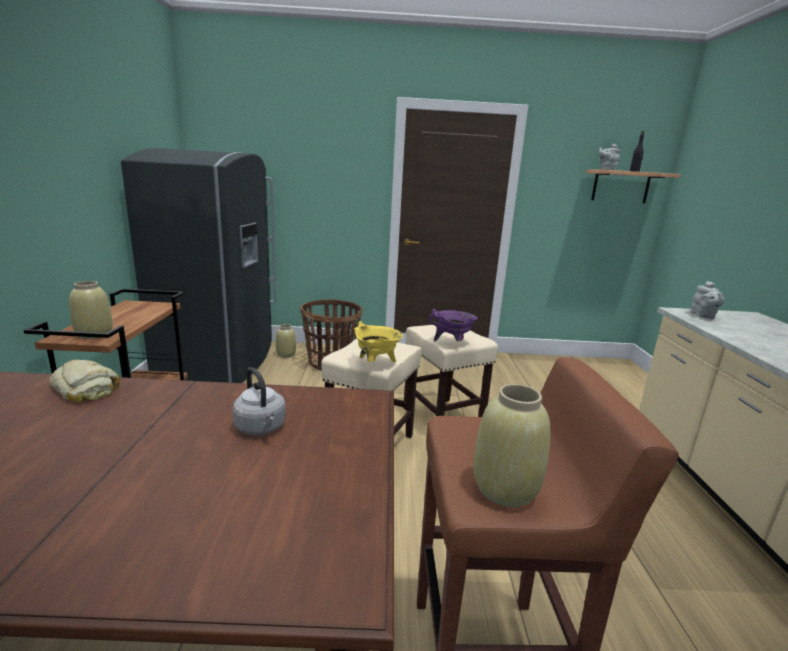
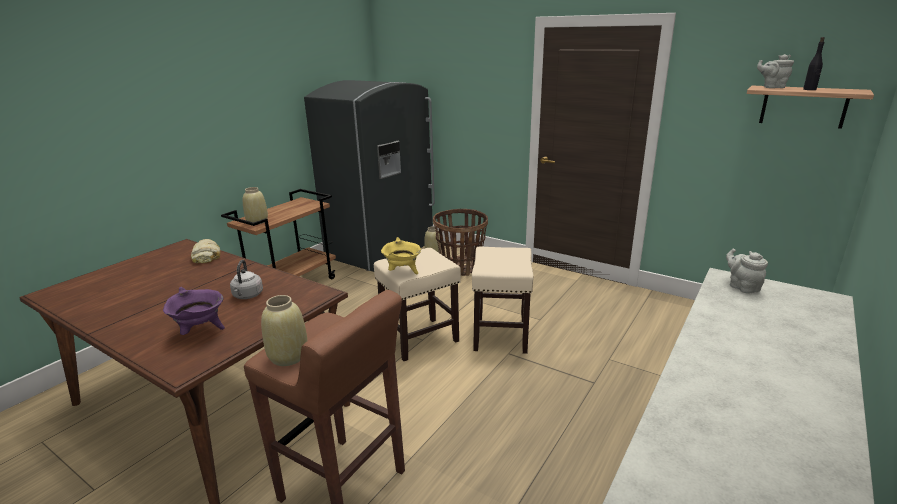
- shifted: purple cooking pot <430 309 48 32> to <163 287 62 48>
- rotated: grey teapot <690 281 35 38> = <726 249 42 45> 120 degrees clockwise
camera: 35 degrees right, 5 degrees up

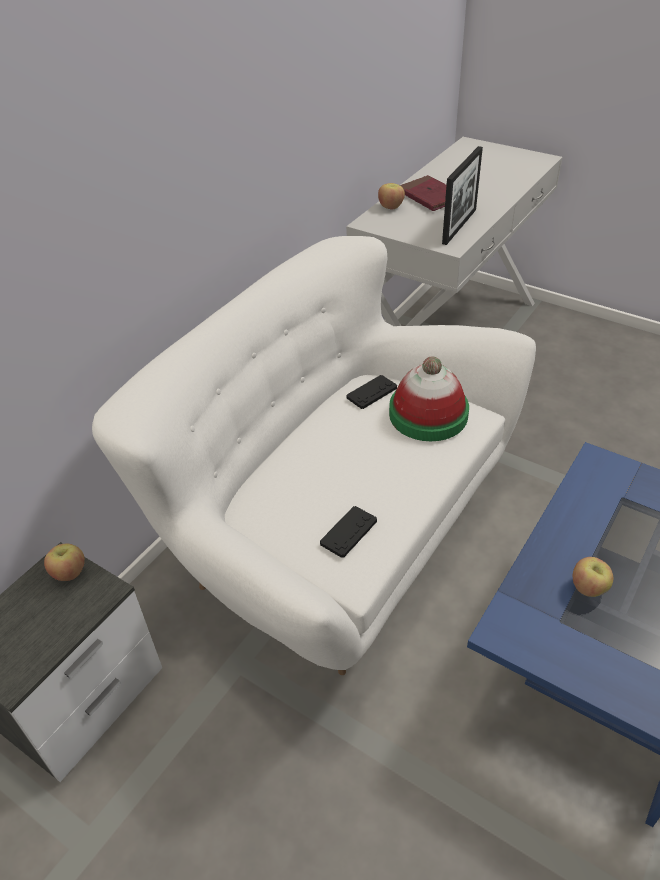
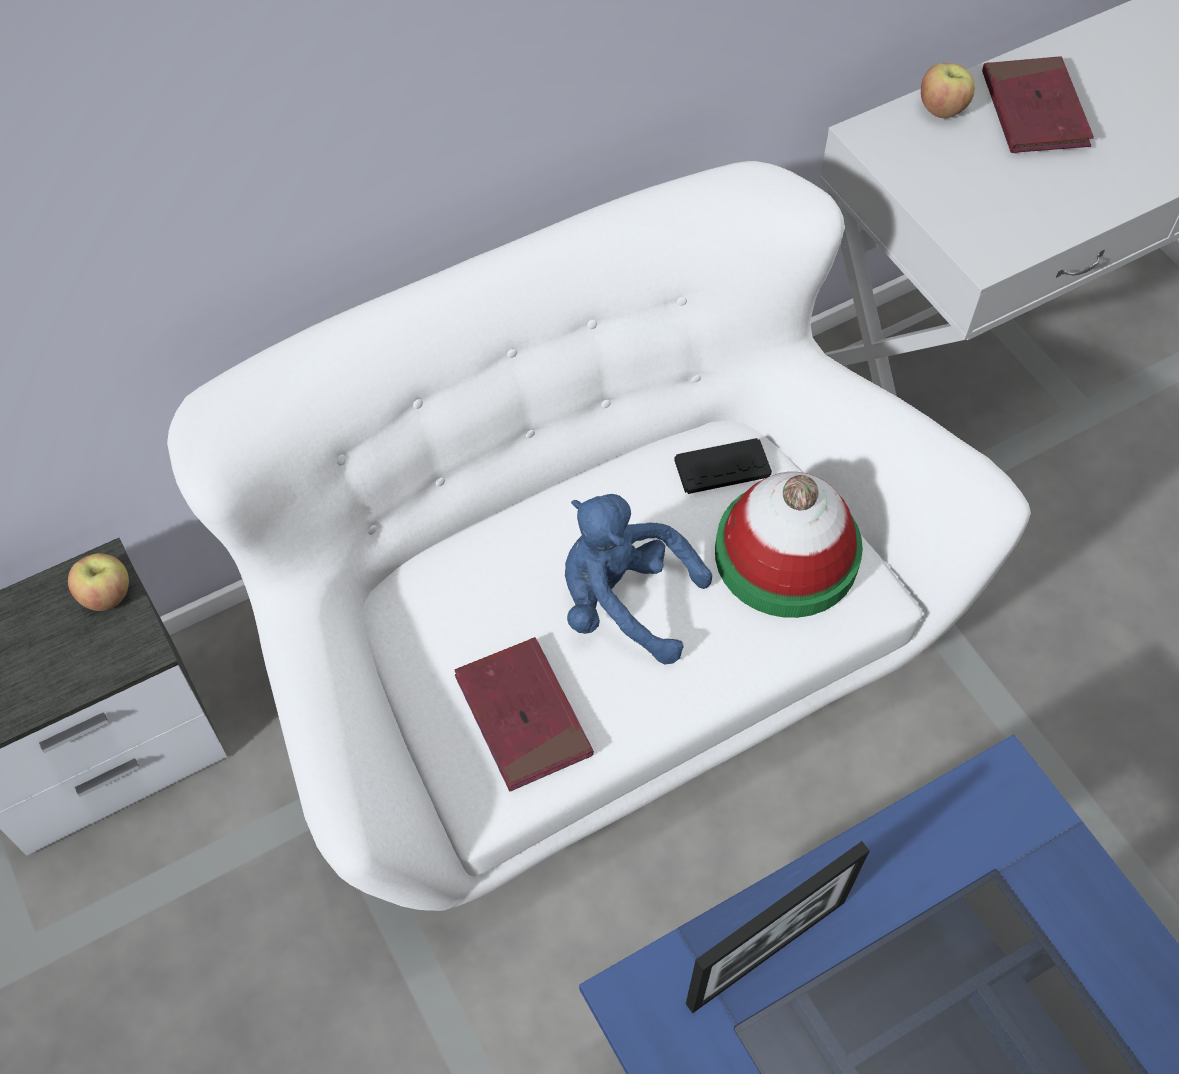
- gone: apple <573 557 40 40>
- new: blue plush toy <565 494 147 170>
- shifted: picture frame <442 146 41 99> to <686 841 184 172>
- swapped: black game controller <320 506 57 52> to red book <455 637 139 155>
camera: 25 degrees right, 15 degrees up

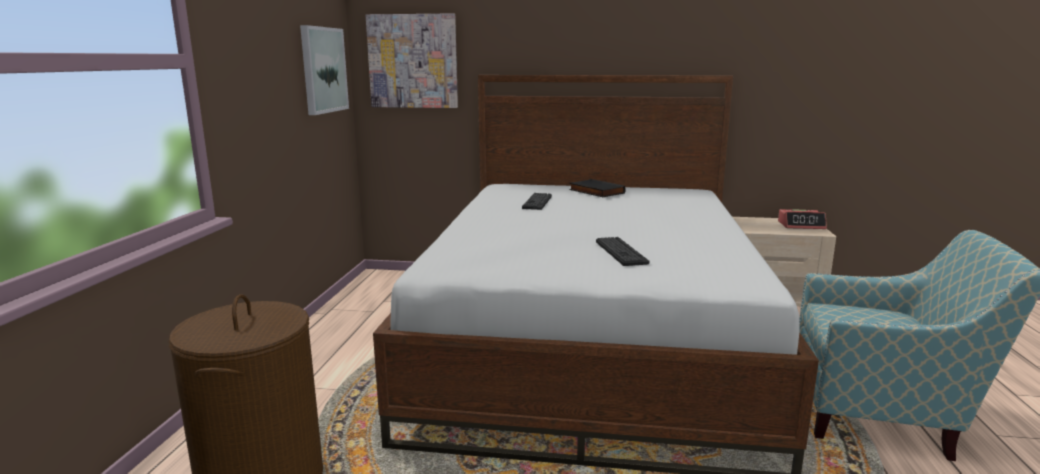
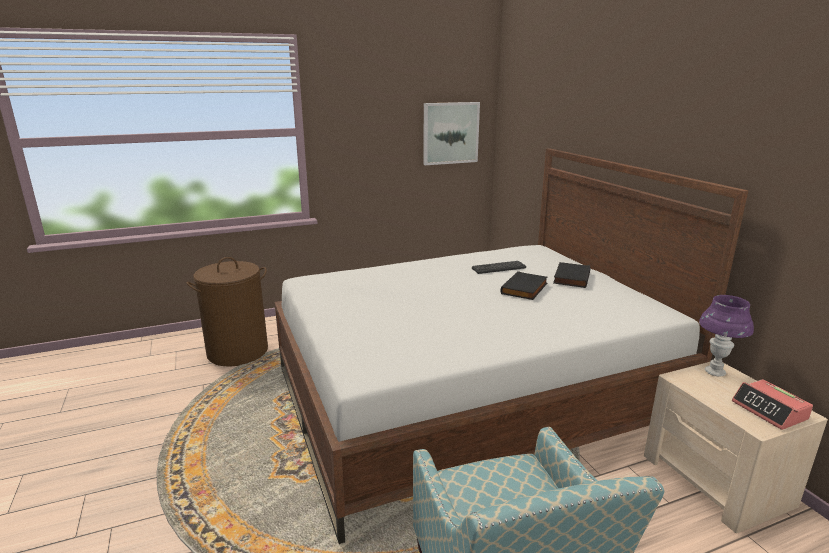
- gone: picture <366 13 92 95>
- gone: keyboard <596 237 53 29>
- new: black book <500 271 48 29>
- new: purple table lamp <699 295 55 82>
camera: 60 degrees right, 5 degrees up

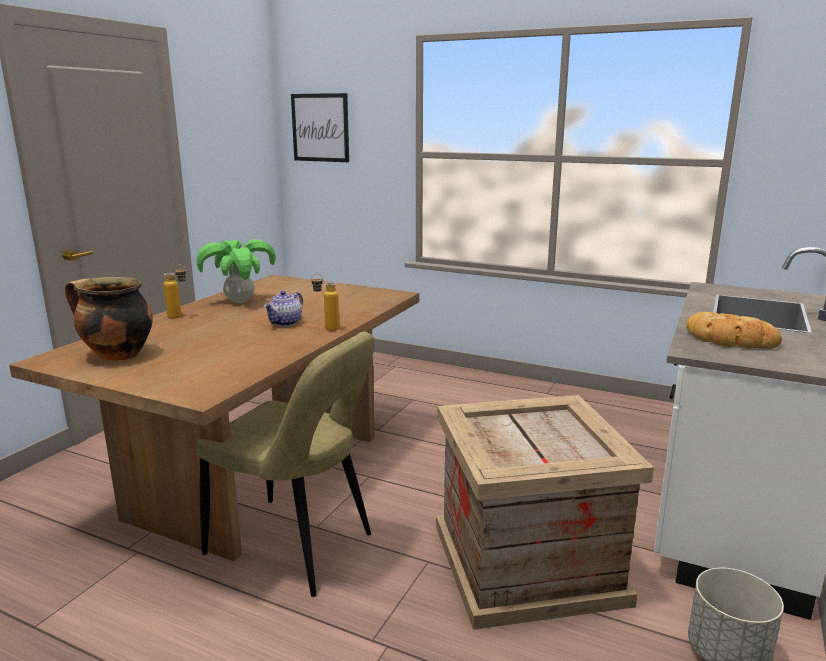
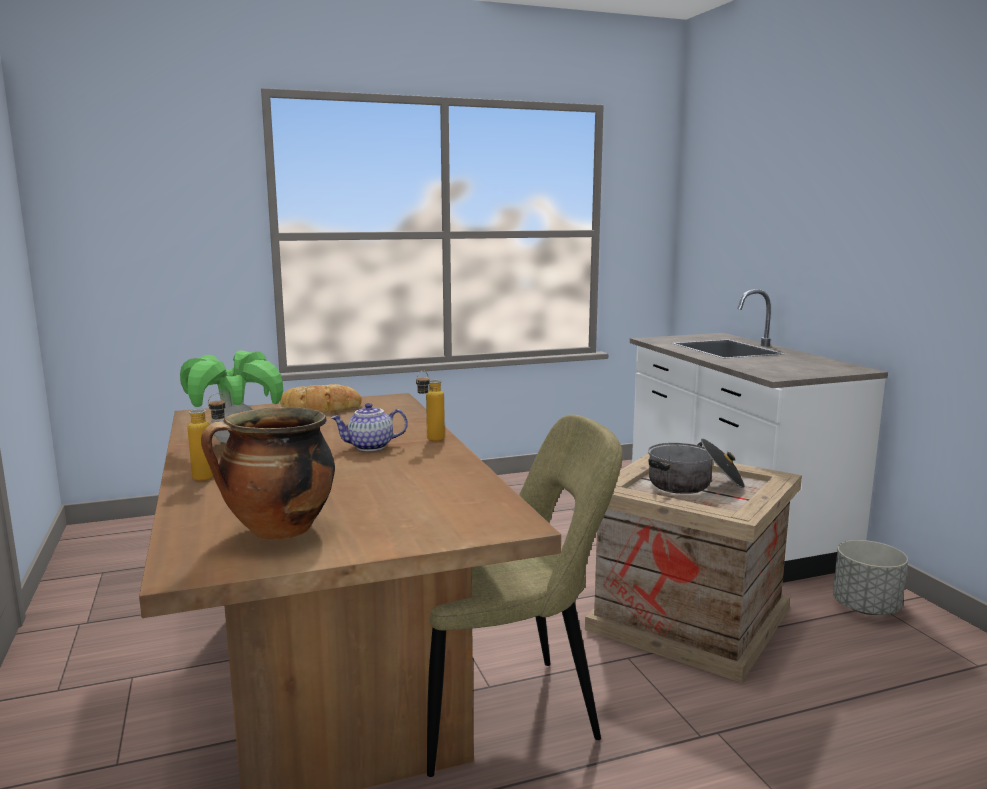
- gone: picture <291 93 58 69>
- new: cooking pot <648 438 97 56>
- shifted: bread <686 312 96 36> to <280 384 82 29>
- rotated: teapot <264 291 39 36> = <330 403 78 48> 90 degrees clockwise
camera: 45 degrees left, 5 degrees down

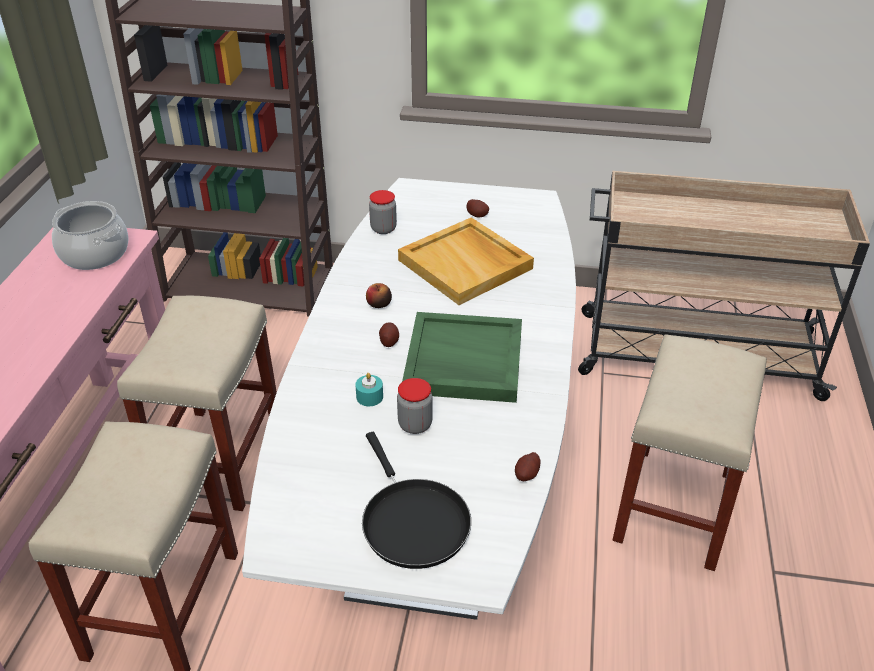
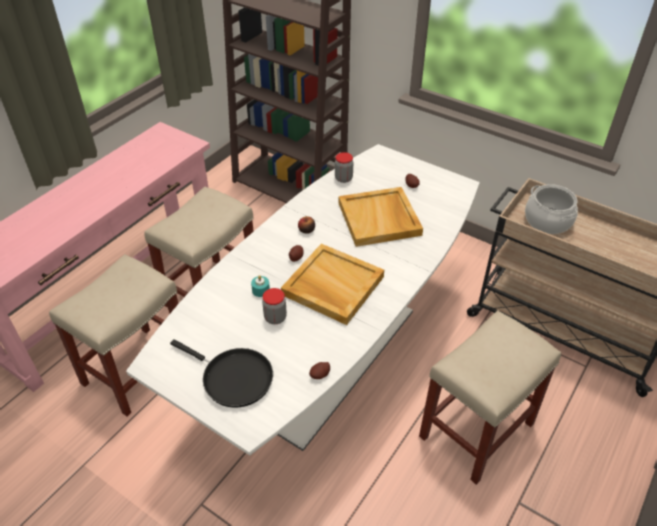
- shifted: cooking pot <52 201 77 69> to <525 184 53 50>
- repainted: green tray <402 312 120 91> to beige tray <281 244 103 81>
- rotated: black frying pan <362 432 109 137> = <170 339 103 69> 60 degrees counterclockwise
camera: 25 degrees right, 5 degrees up

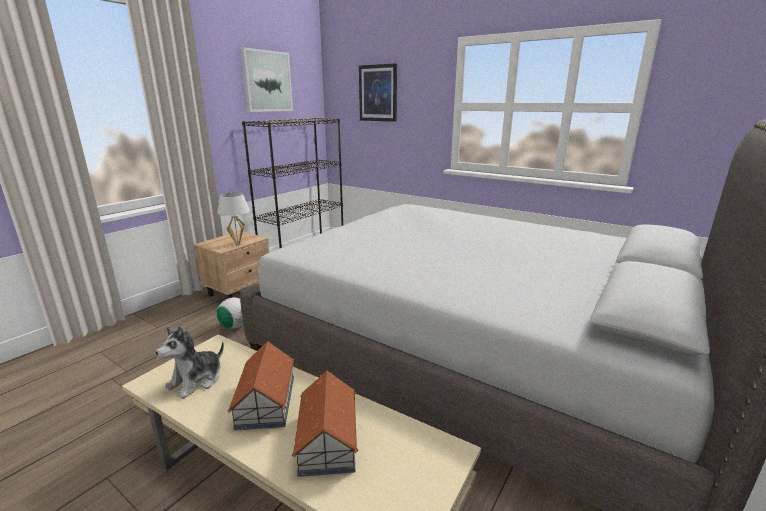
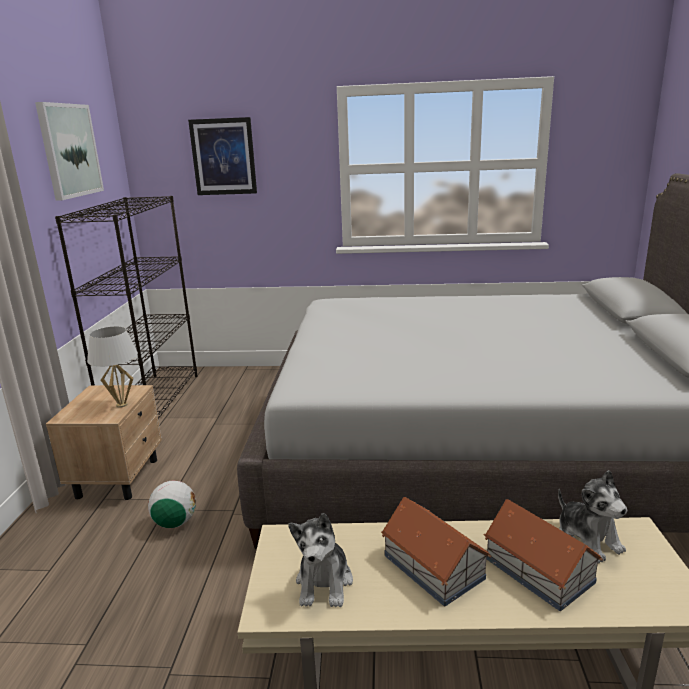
- new: plush toy <558 470 70 94>
camera: 30 degrees left, 0 degrees up

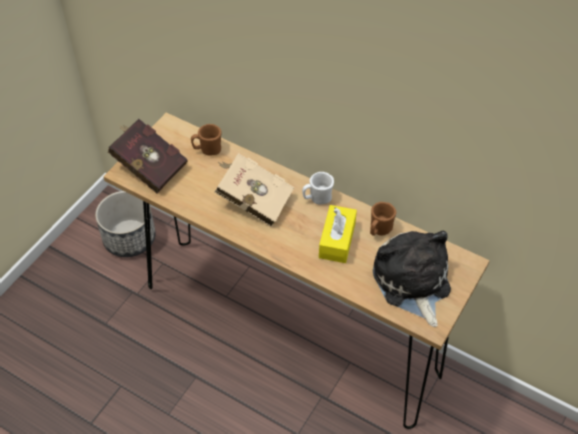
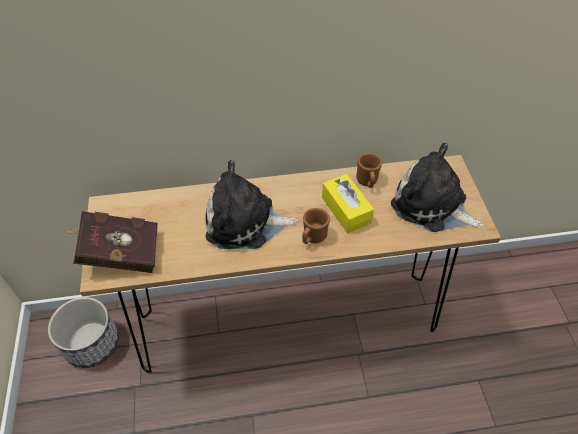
- gone: white mug <302 172 32 33>
- shifted: brown mug <191 124 31 32> to <302 208 28 36>
- swapped: beige book <215 153 80 74> to plush toy <205 160 93 89>
camera: 40 degrees left, 0 degrees up

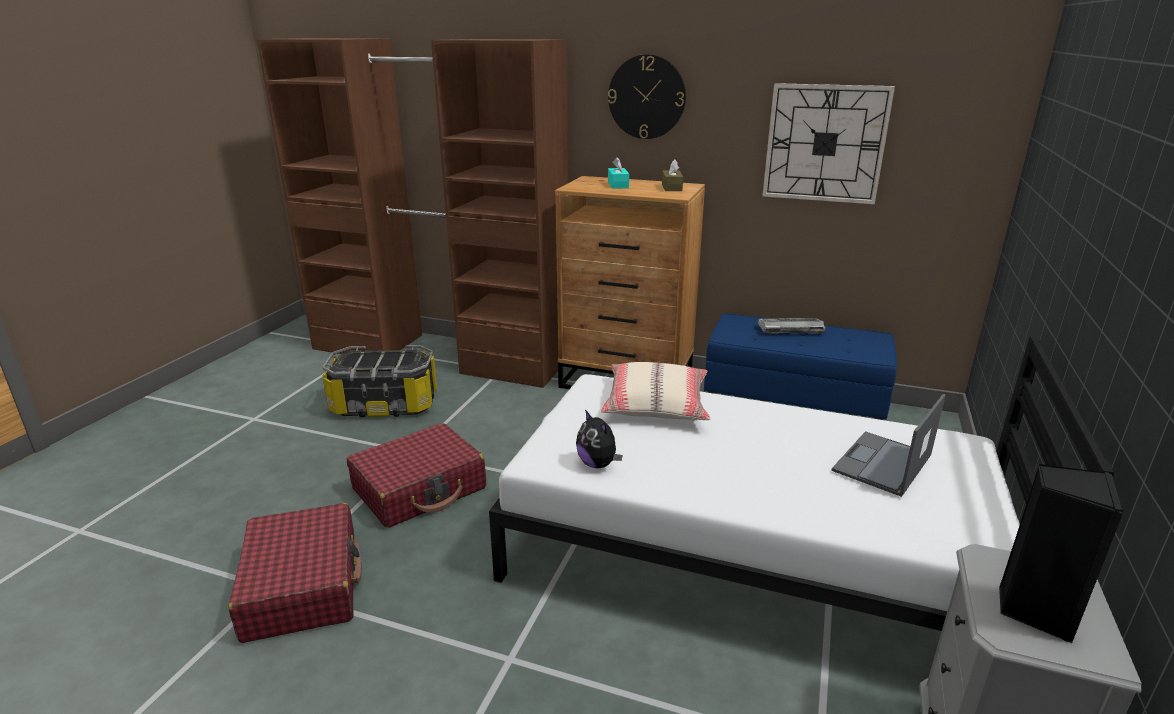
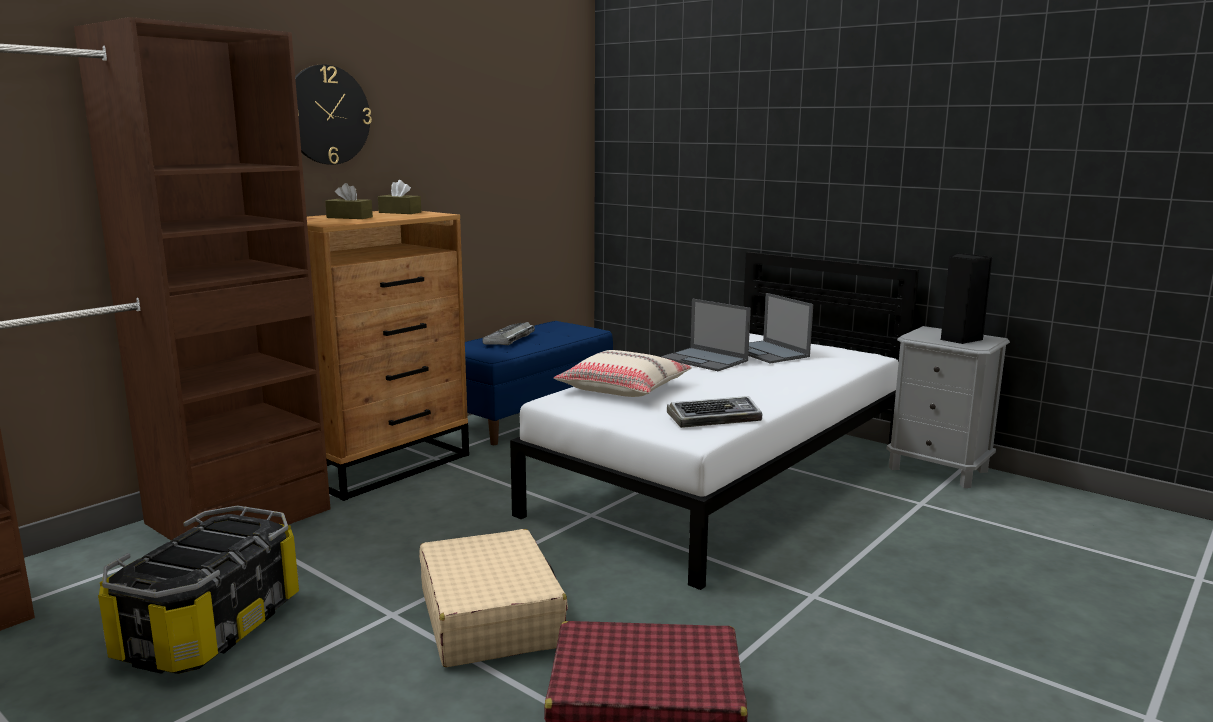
- gone: wall clock <762 83 133 121>
- new: laptop <661 299 90 72>
- swapped: plush toy <576 409 46 59> to keyboard <667 396 95 32>
- repainted: red suitcase <347 423 139 105> to beige suitcase <419 529 149 138>
- repainted: turquoise tissue box <608 157 21 32> to brown tissue box <325 183 48 36>
camera: 70 degrees left, 10 degrees down

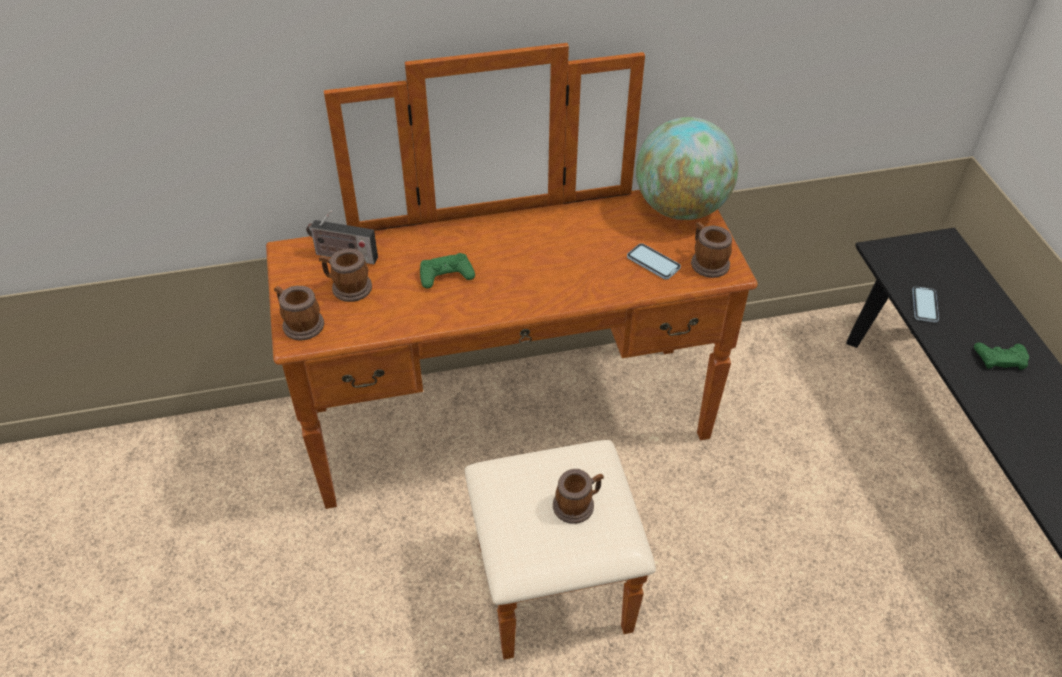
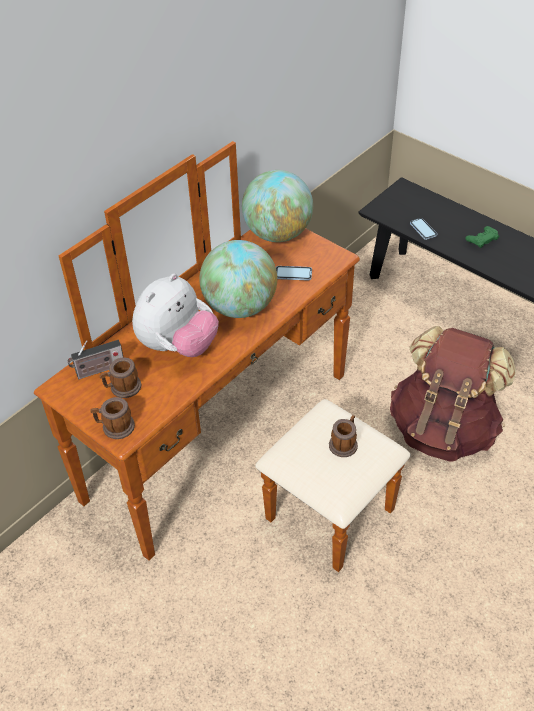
- gone: mug <691 222 41 56>
- new: globe <199 240 78 78>
- new: brown backpack <390 326 126 135>
- swapped: green game controller <420 253 55 35> to plush toy <132 273 87 84>
camera: 35 degrees left, 0 degrees up

